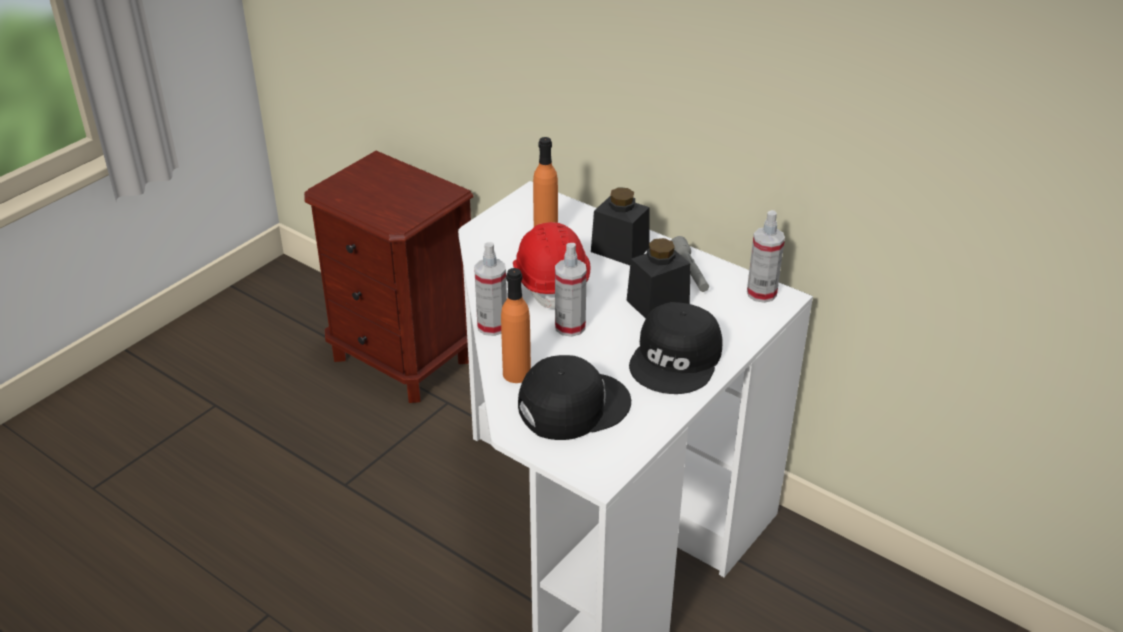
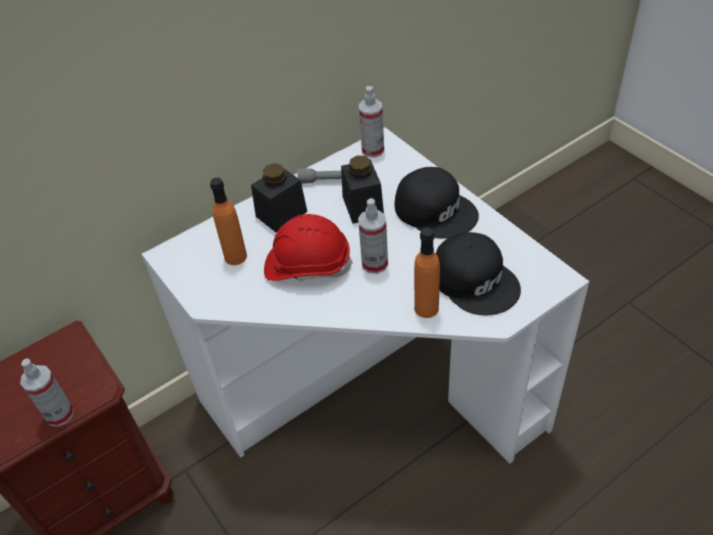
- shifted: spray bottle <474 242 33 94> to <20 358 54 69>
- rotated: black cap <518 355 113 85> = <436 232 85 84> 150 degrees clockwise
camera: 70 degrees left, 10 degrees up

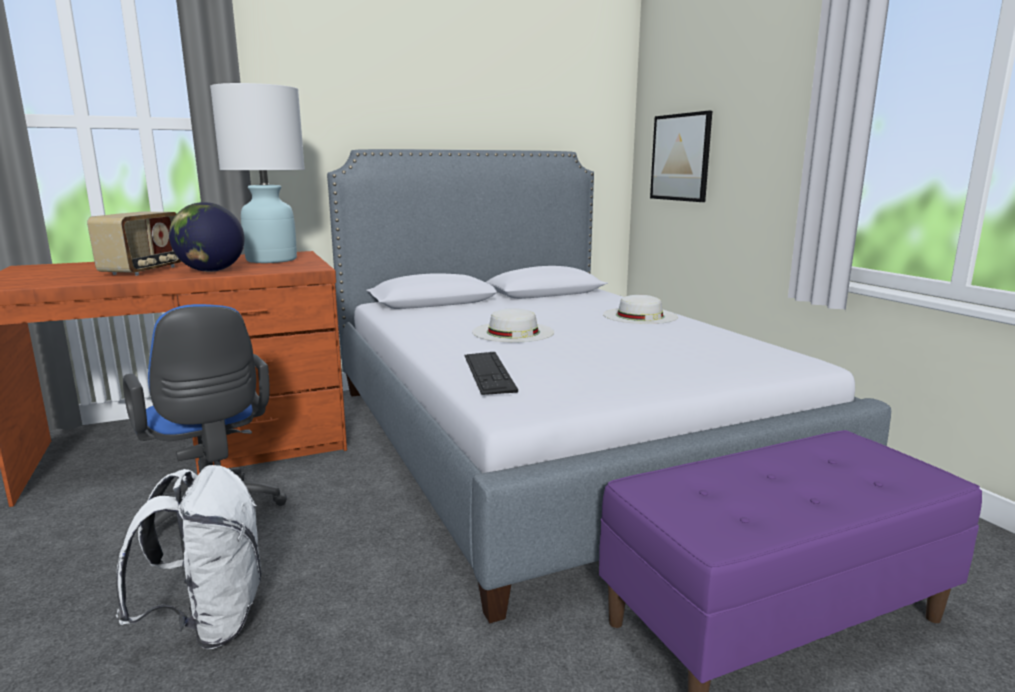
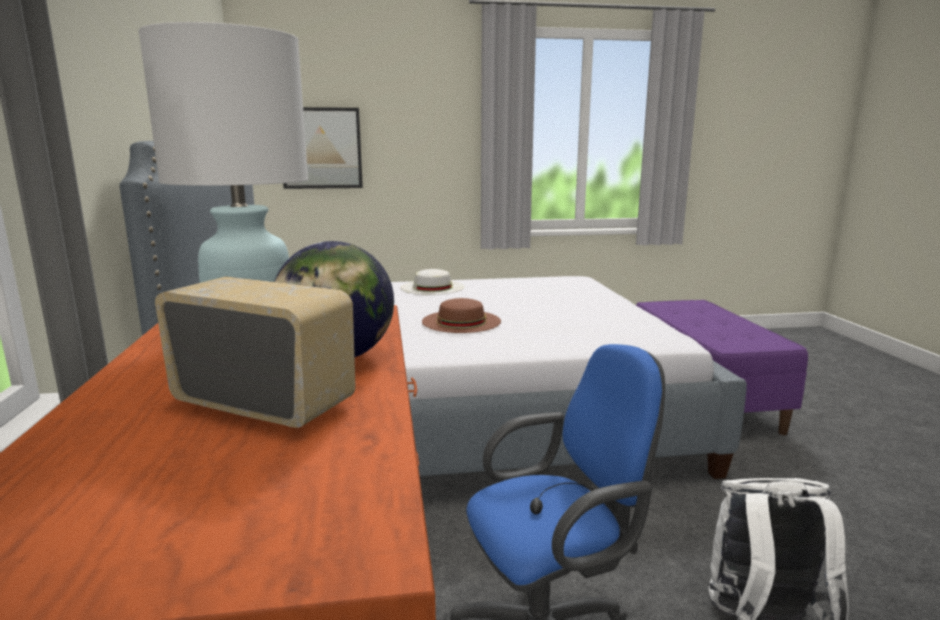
- gone: keyboard <464 352 54 43>
- repainted: white hat <472 308 82 34> to brown hat <422 298 79 35>
camera: 75 degrees left, 0 degrees up

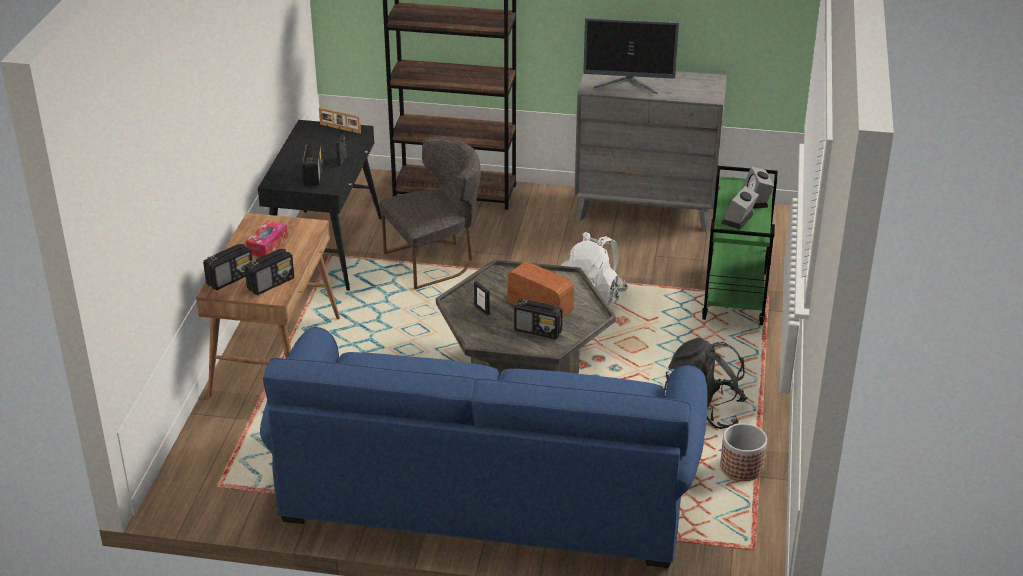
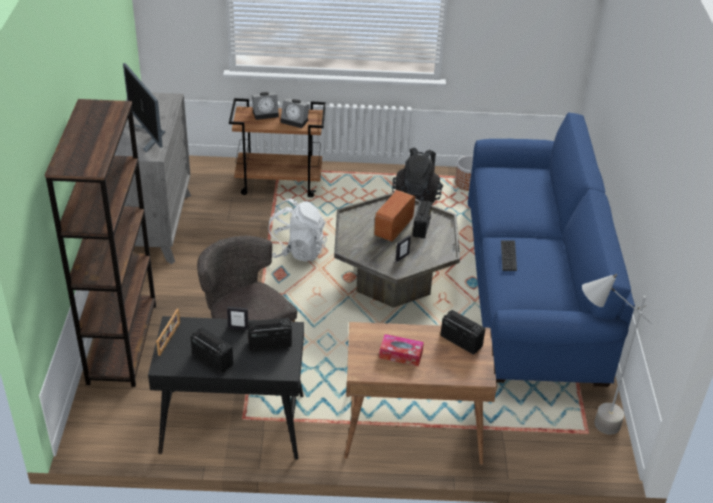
- new: keyboard <501 240 16 31>
- new: grey floor lamp <582 274 70 161>
- shifted: radio <203 244 49 46> to <190 327 43 46>
- repainted: green cart <702 166 76 159> to brown cart <229 98 97 99>
- rotated: monitor <583 18 96 76> = <123 63 42 90> 150 degrees clockwise
camera: 100 degrees left, 5 degrees up

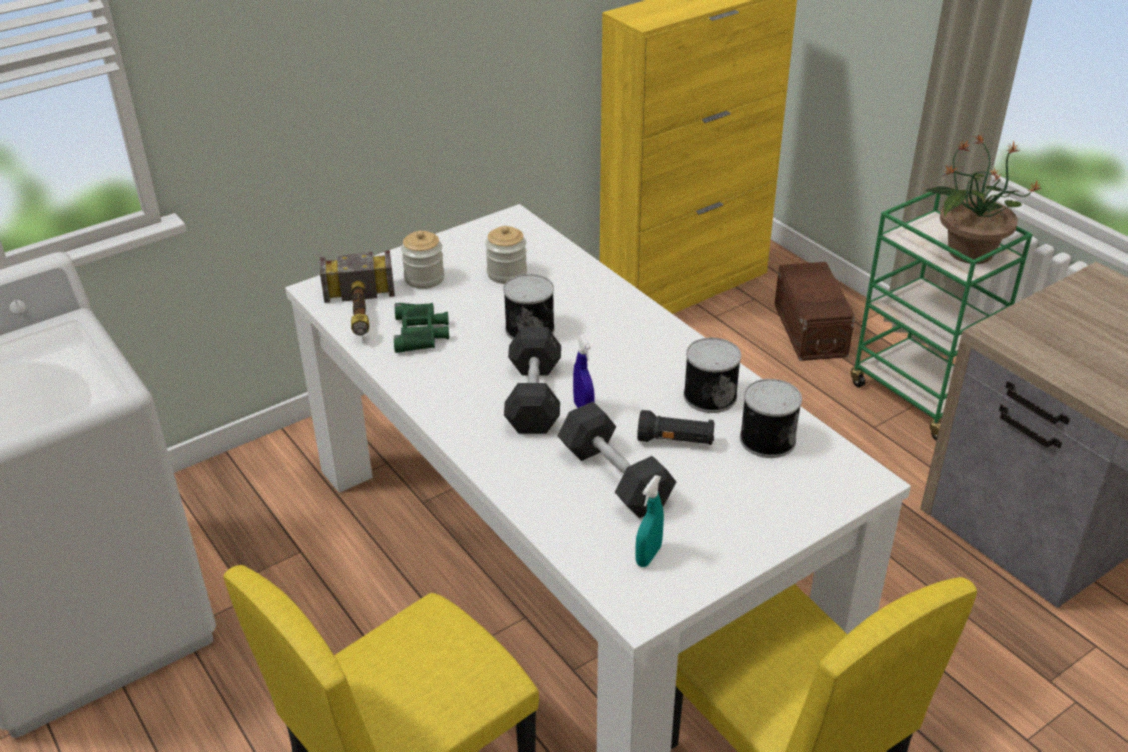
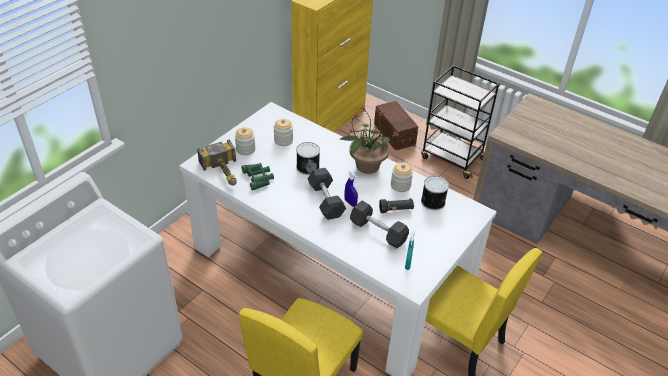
- shifted: potted plant <923 134 118 130> to <339 107 59 67>
- swapped: can <684 338 57 75> to jar <391 163 22 29>
- repainted: green cart <851 192 182 249> to black cart <421 65 78 114>
camera: 20 degrees left, 5 degrees up

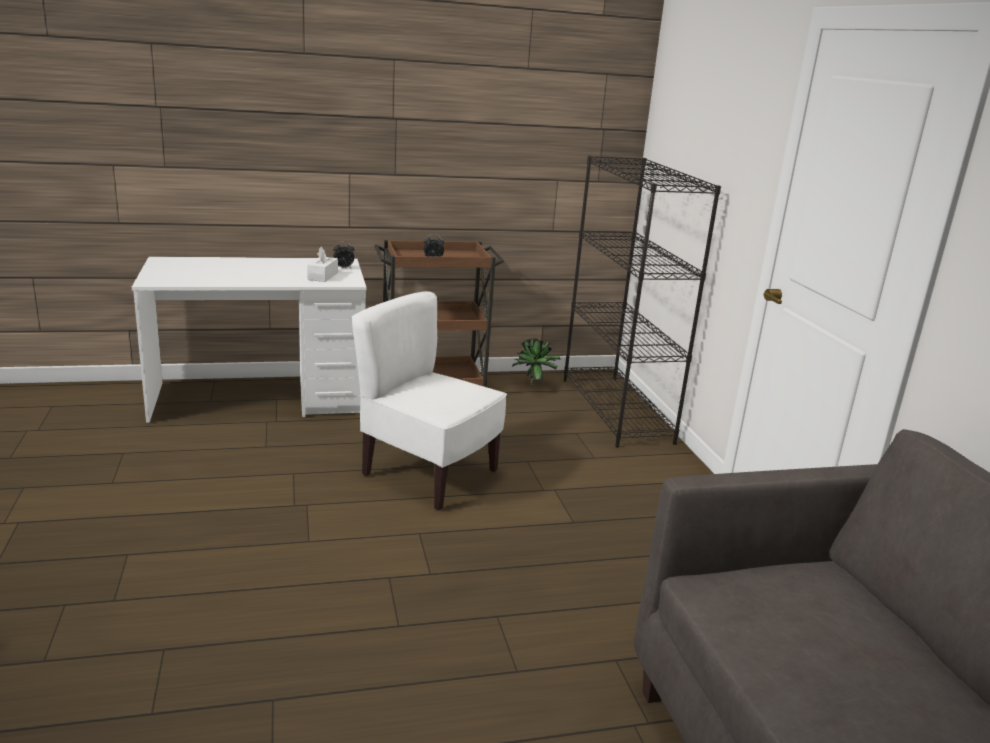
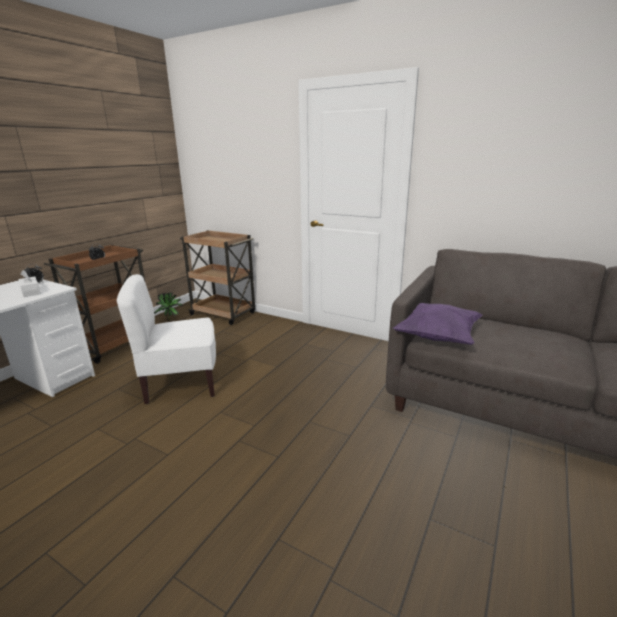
- new: purple pillow <393 303 89 42>
- swapped: black bookcase <564 156 157 291> to brown cart <180 230 75 95>
camera: 45 degrees left, 0 degrees up

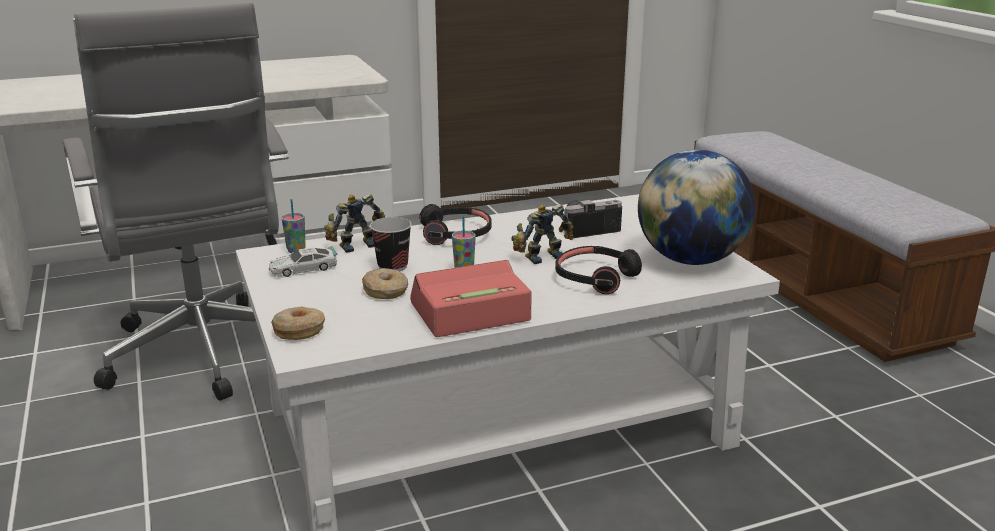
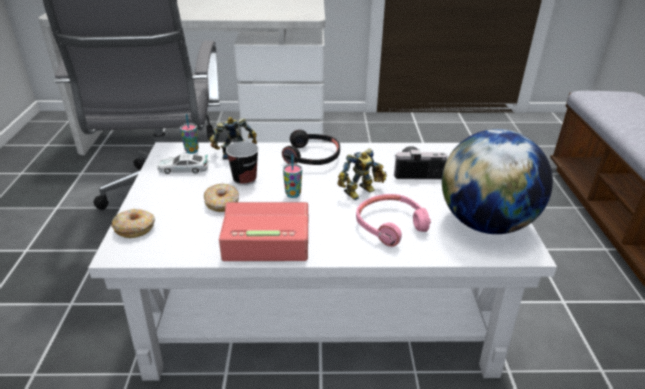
- repainted: black headphones <555 246 87 48> to pink headphones <356 194 75 53>
- rotated: toy robot <511 204 63 60> = <337 148 50 52> 150 degrees clockwise
camera: 20 degrees right, 10 degrees up

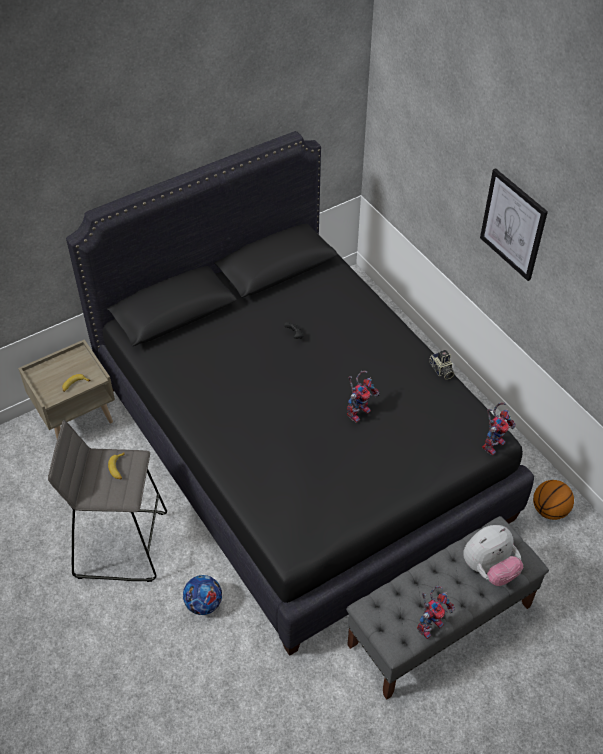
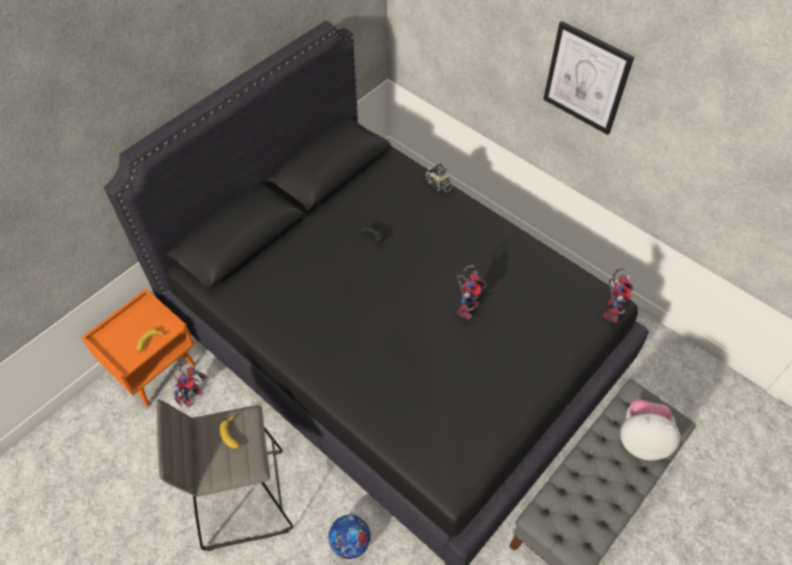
- gone: basketball <533 480 41 40>
- shifted: toy robot <417 586 38 53> to <169 362 39 46>
- shifted: photo camera <429 350 25 30> to <425 163 28 29>
- repainted: beige nightstand <18 339 97 100> to orange nightstand <81 289 115 118>
- rotated: plush toy <463 525 60 61> = <620 399 61 61> 120 degrees counterclockwise
camera: 15 degrees left, 5 degrees up

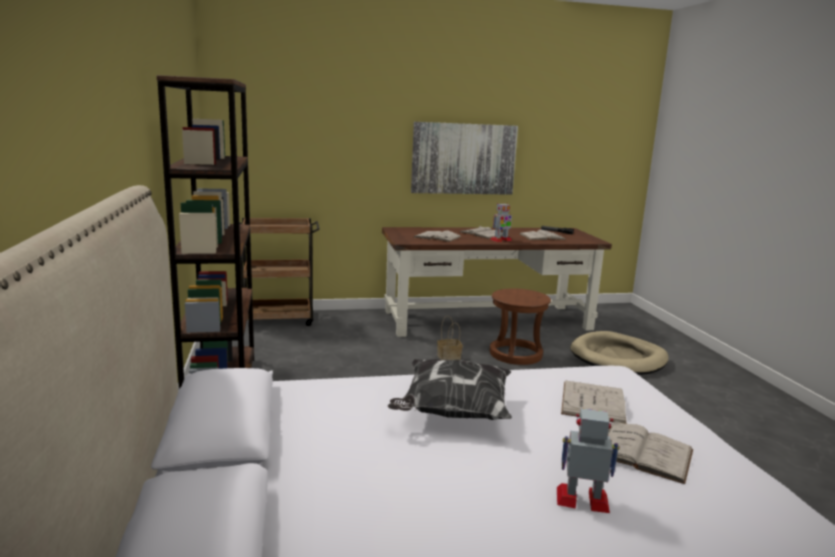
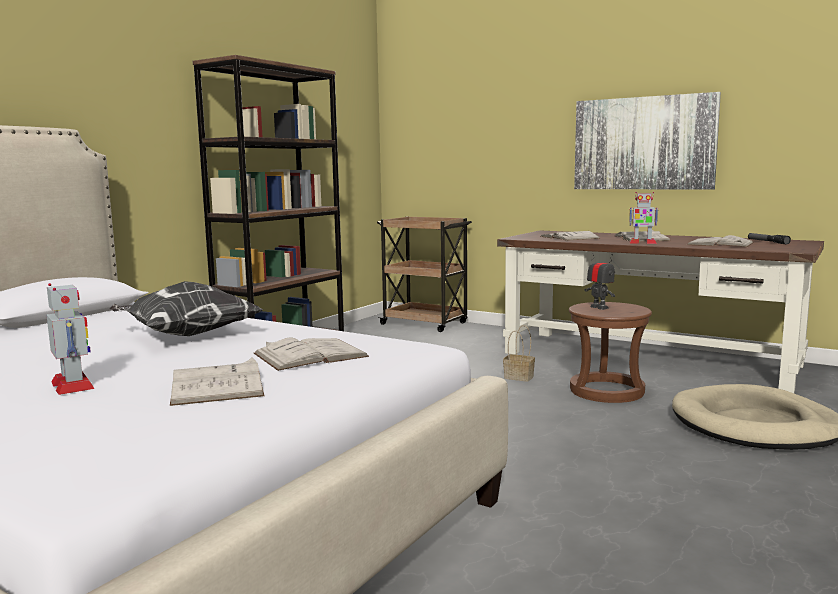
- new: toy robot <584 253 31 57>
camera: 45 degrees right, 5 degrees down

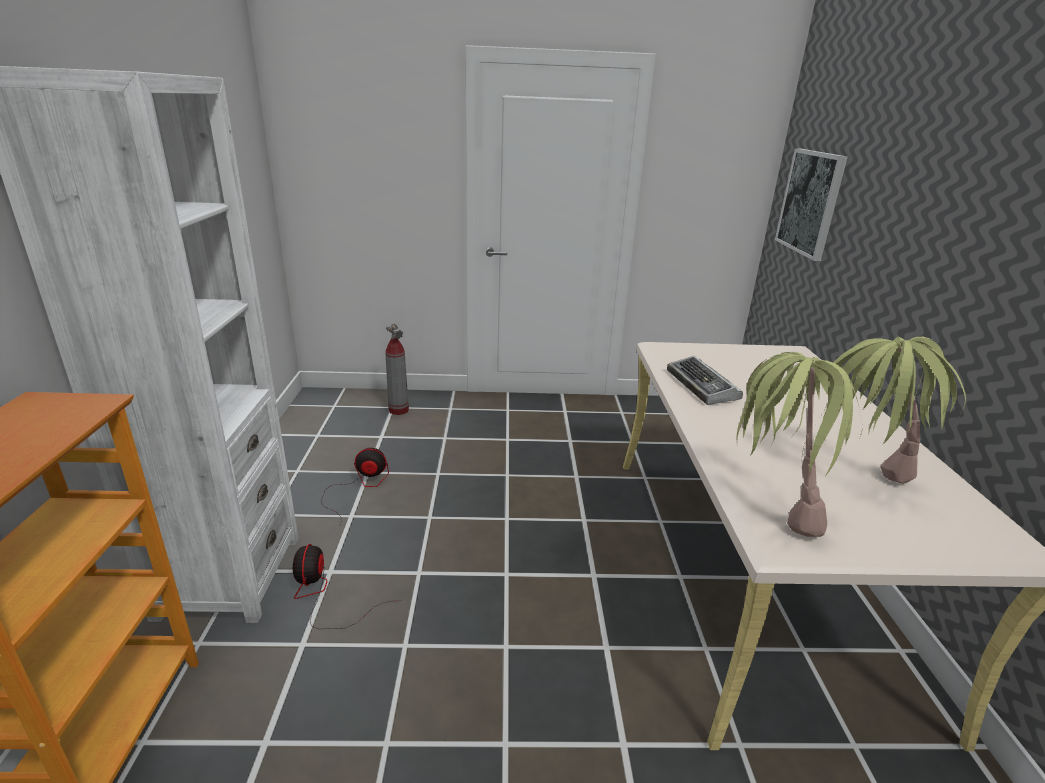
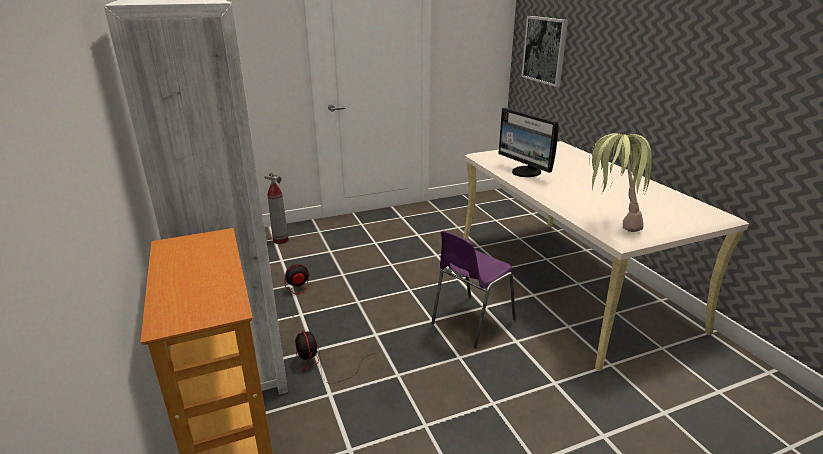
- gone: potted plant <833 337 133 147>
- new: purple chair <432 230 84 118>
- swapped: keyboard <667 356 76 49> to monitor <498 108 61 69>
camera: 20 degrees left, 0 degrees up

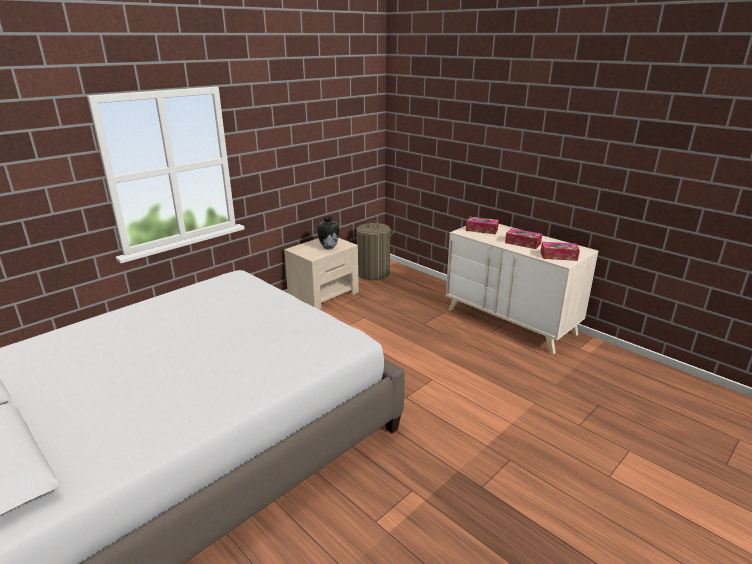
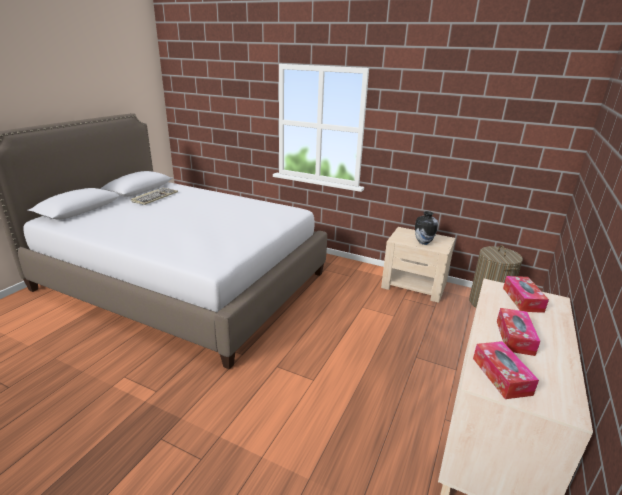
- new: keyboard <131 187 47 18>
camera: 70 degrees right, 0 degrees up

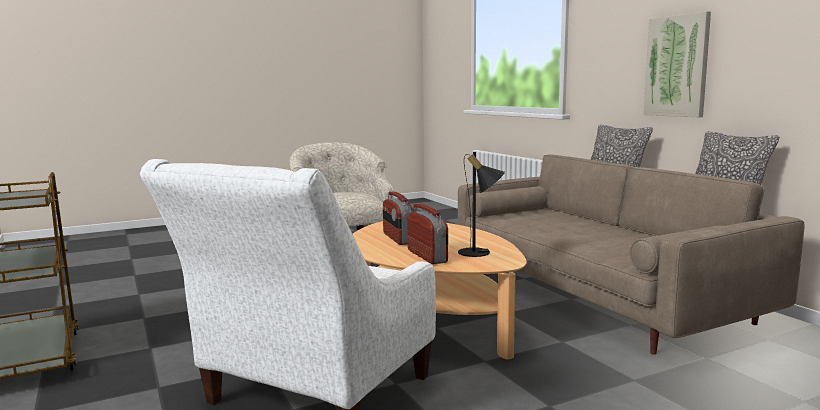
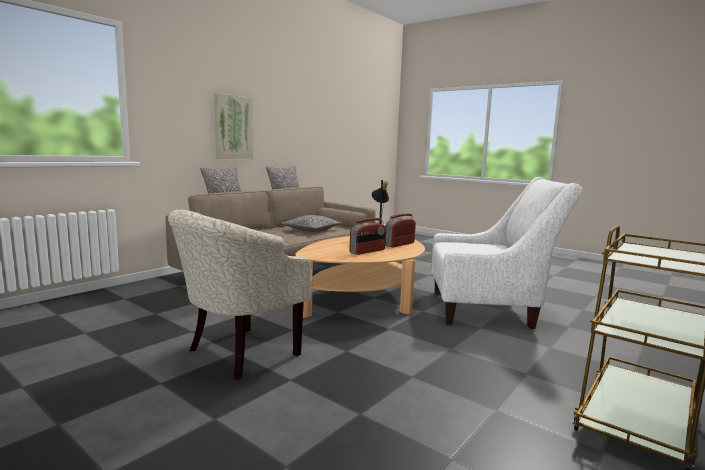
- new: pillow <281 215 61 17>
camera: 115 degrees left, 0 degrees up

